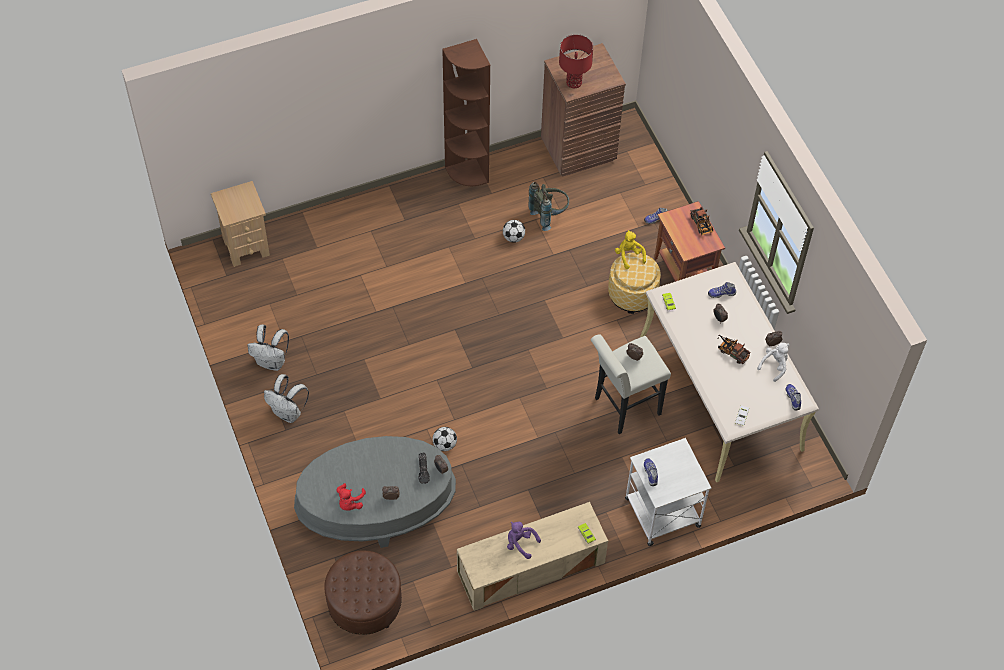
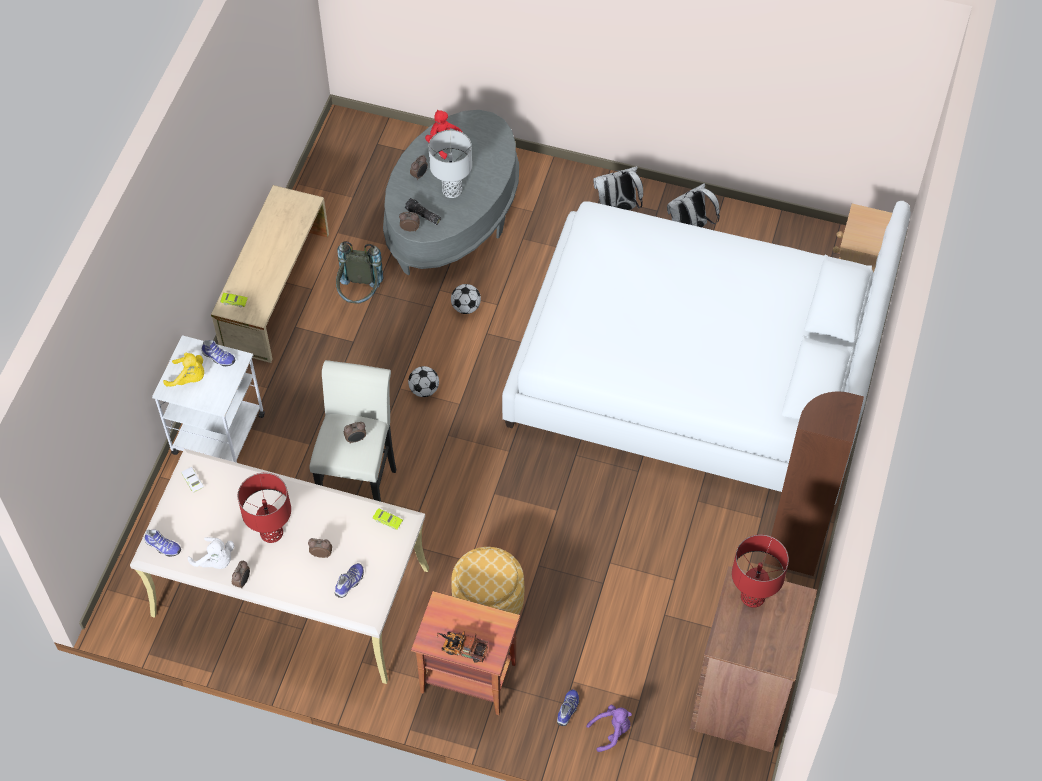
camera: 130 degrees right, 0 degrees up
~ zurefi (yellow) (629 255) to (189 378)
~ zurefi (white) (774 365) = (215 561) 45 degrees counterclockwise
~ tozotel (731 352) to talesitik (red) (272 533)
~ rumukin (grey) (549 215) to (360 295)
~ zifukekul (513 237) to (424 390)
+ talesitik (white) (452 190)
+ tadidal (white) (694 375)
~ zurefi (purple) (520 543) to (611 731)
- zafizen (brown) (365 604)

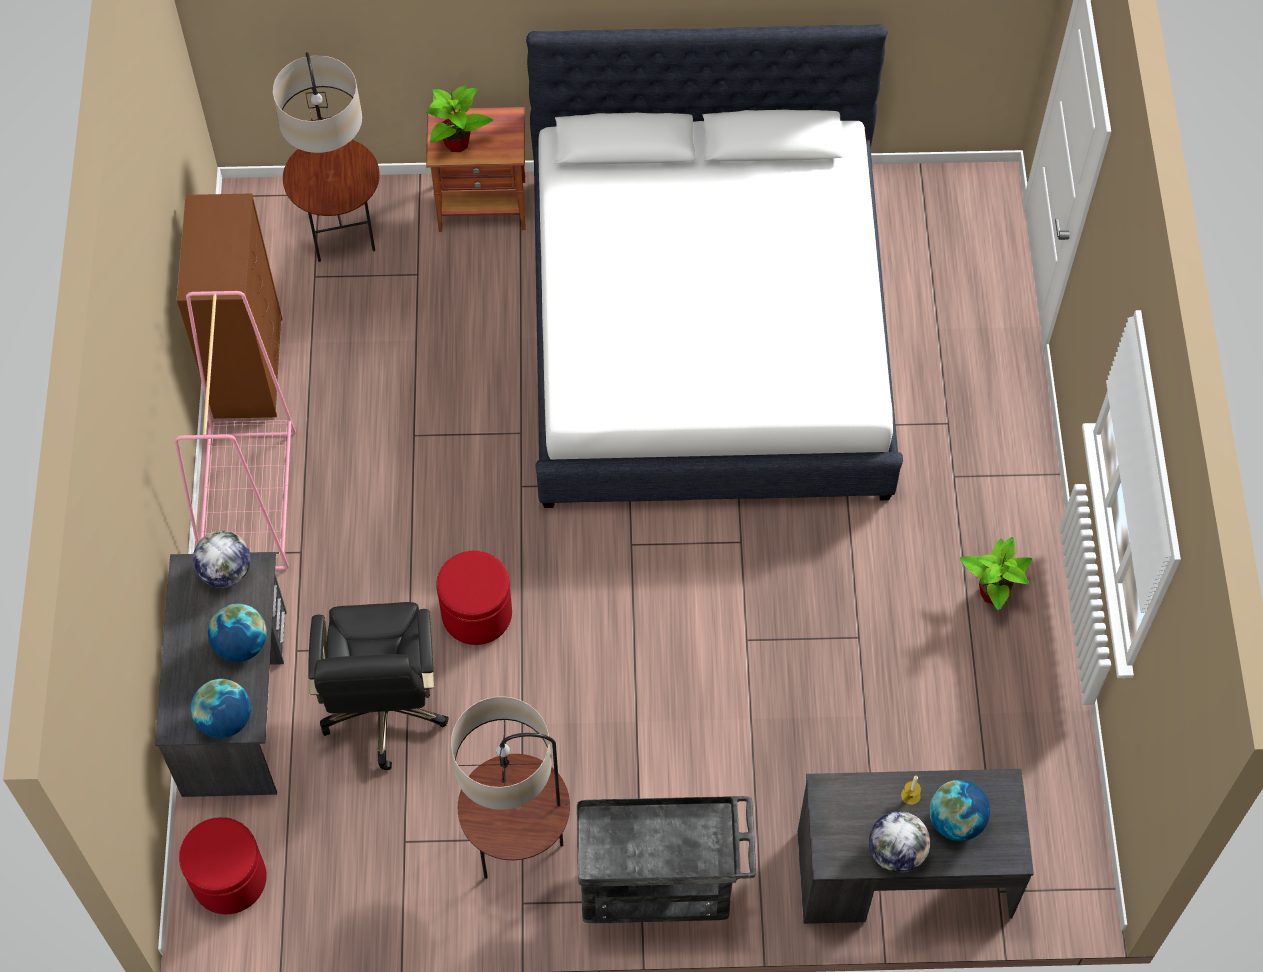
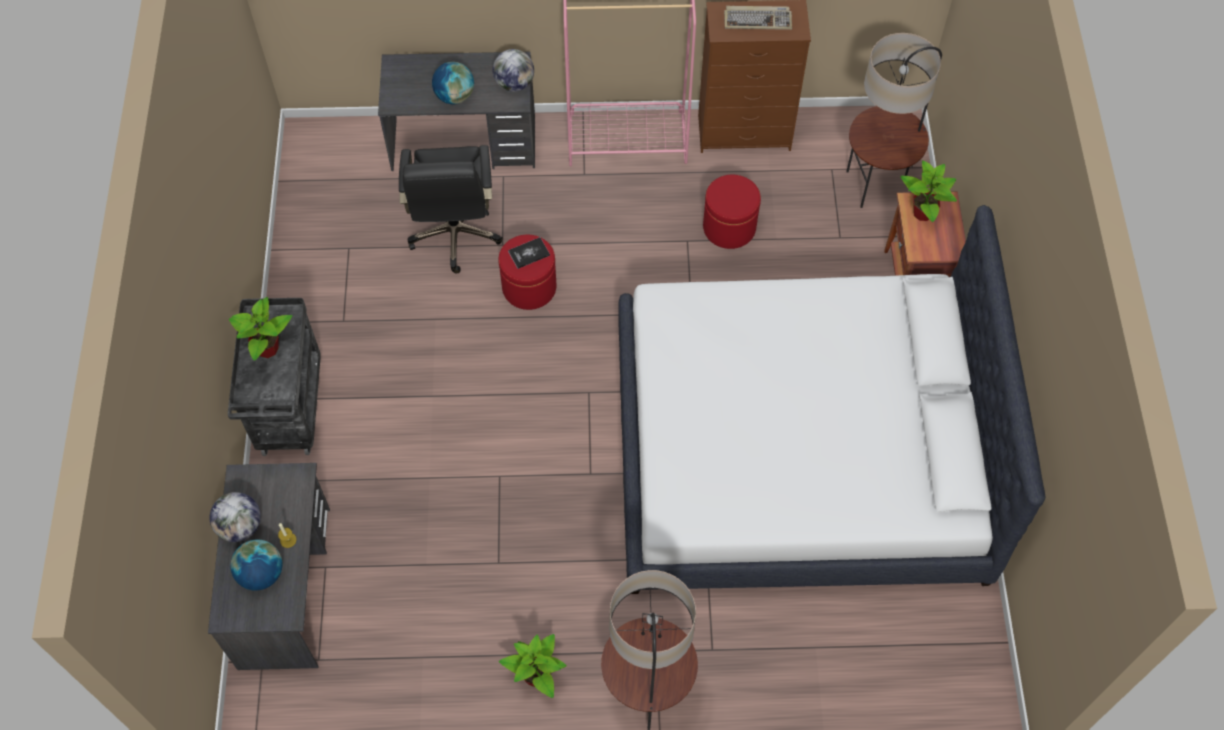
camera: 90 degrees right, 0 degrees up
+ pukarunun (267 348)
~ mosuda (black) (384 707) = (455 231) 90 degrees counterclockwise
+ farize (529 253)
~ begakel (518 846) to (647 692)
~ zafizen (red) (229 879) to (729 227)
+ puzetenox (758 19)
- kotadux (225 720)

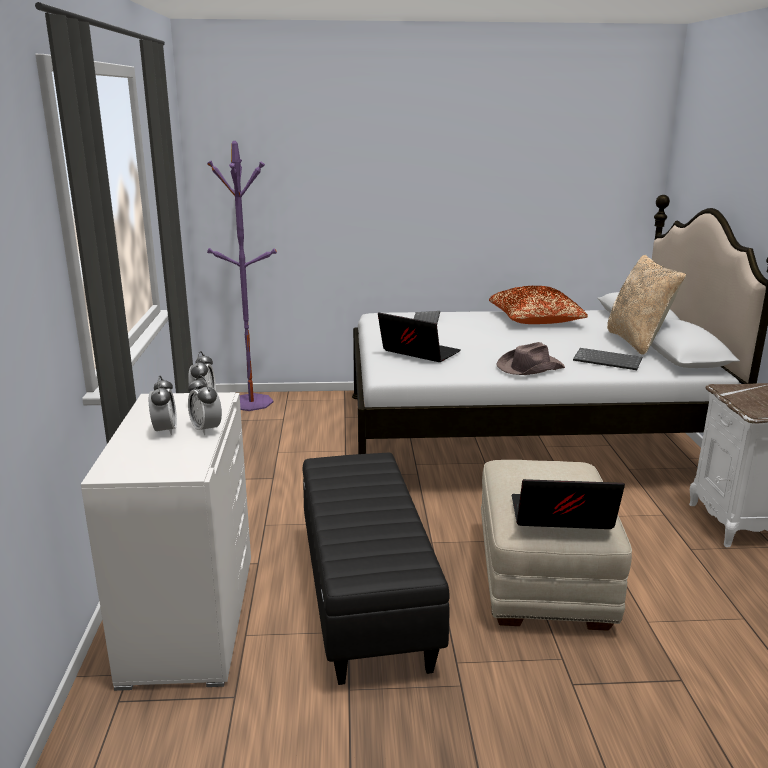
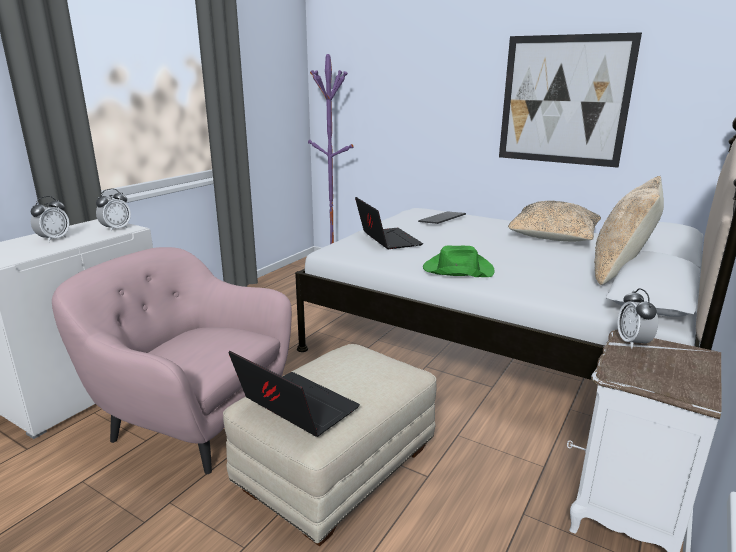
camera: 35 degrees right, 0 degrees up
~ zafizen (black) (364 597) to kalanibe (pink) (192 421)
~ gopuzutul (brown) (529 367) to gopuzutul (green) (457 270)
+ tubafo (563 100)
~ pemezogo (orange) (535 319) to pemezogo (beige) (553 235)
~ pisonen (206 429) to (632 342)
- puzetenox (608 360)

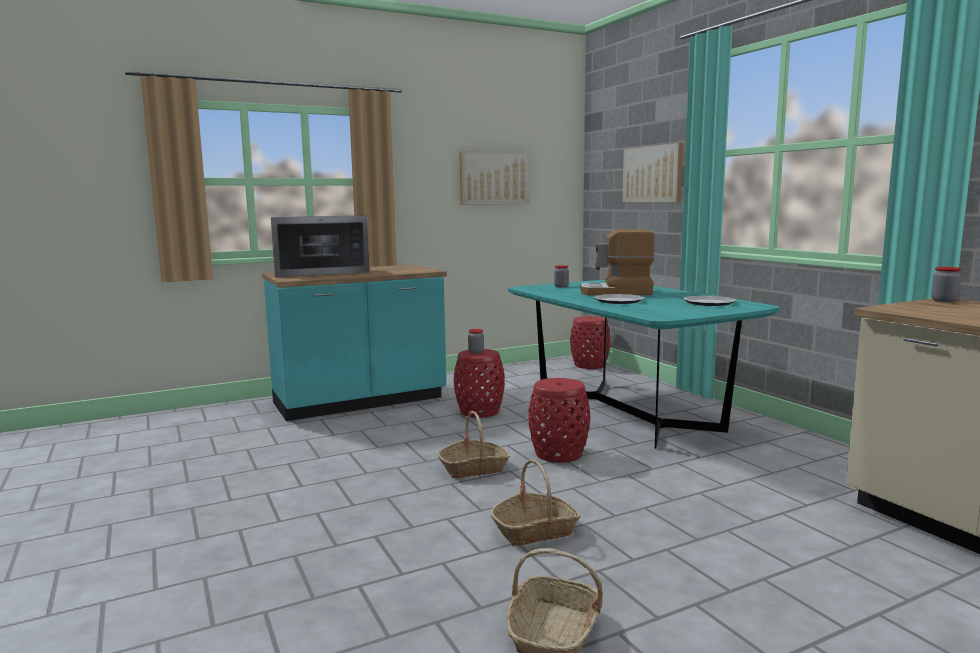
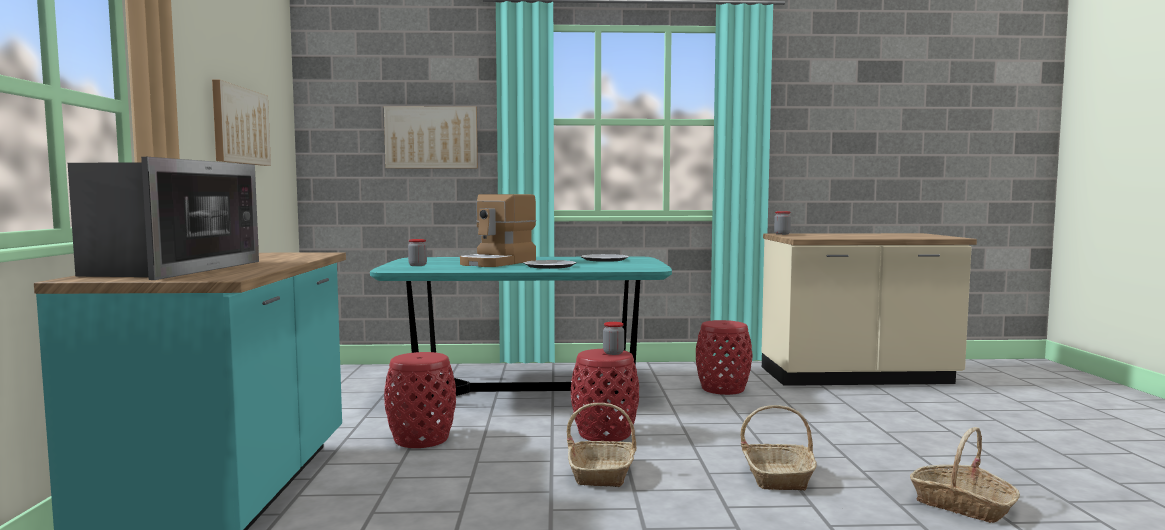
camera: 65 degrees left, 5 degrees down
~ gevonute (476 352) to (613 353)
~ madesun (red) (589 365) to (723 389)

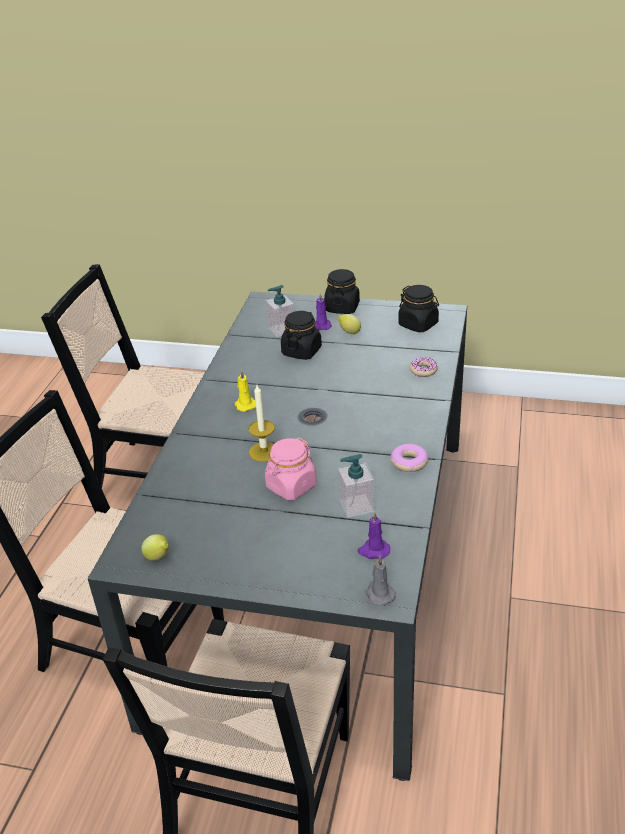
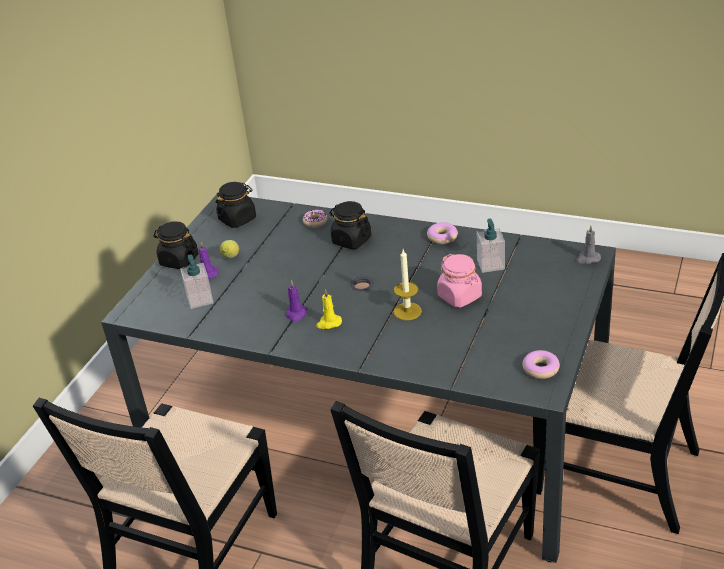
camera: 80 degrees left, 0 degrees up
~ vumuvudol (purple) (373 550) to (296 314)
~ gevonute (black) (301 351) to (351 240)
~ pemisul (158 557) to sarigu (541 369)

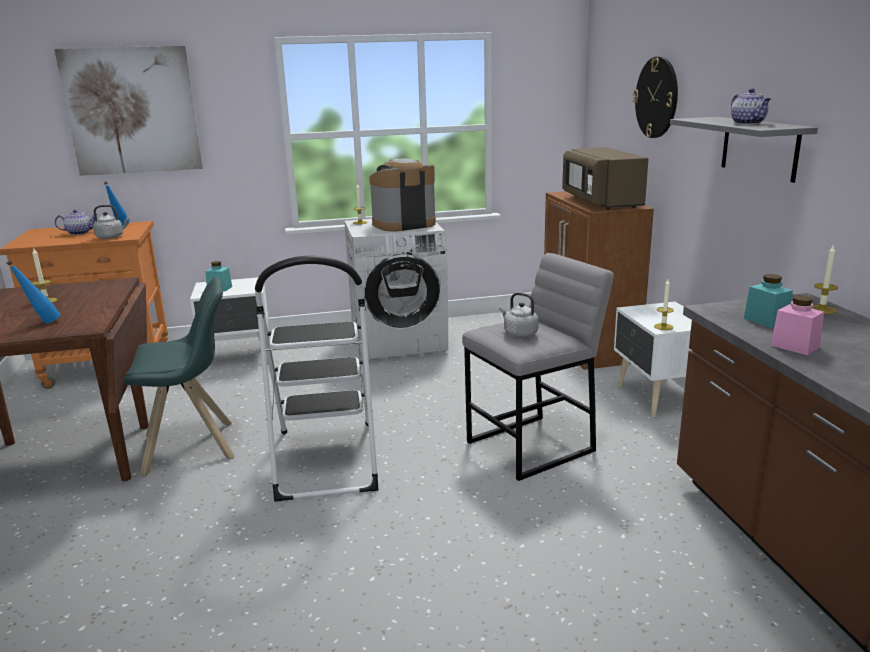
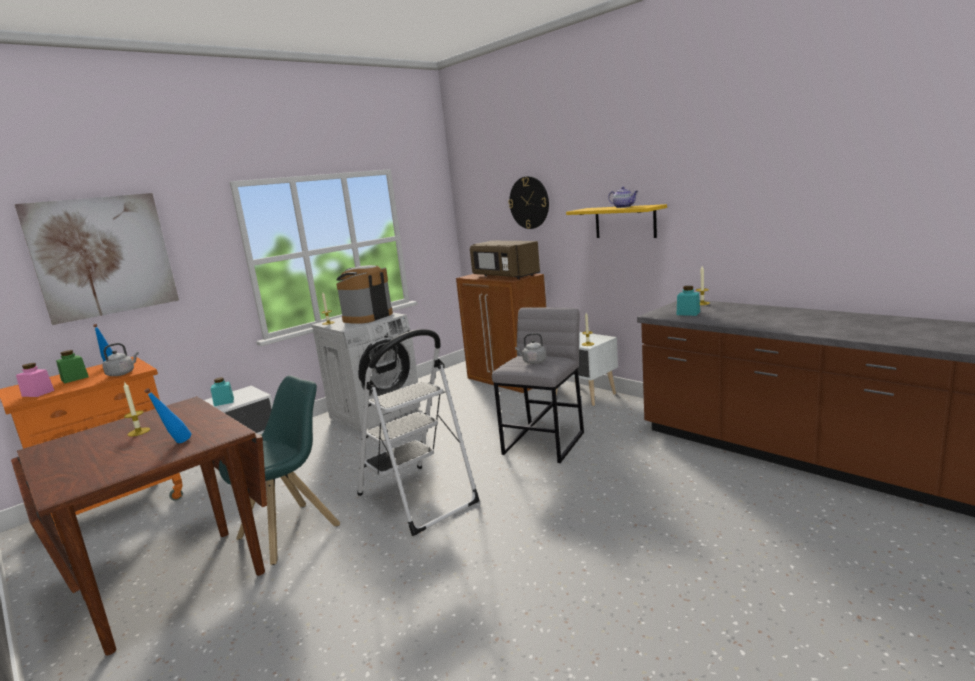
camera: 30 degrees left, 5 degrees down
~ gevonute (pink) (795 346) to (38 393)
~ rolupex (80 233) to gevonute (green) (75 378)
~ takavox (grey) (759 148) to takavox (yellow) (625 222)

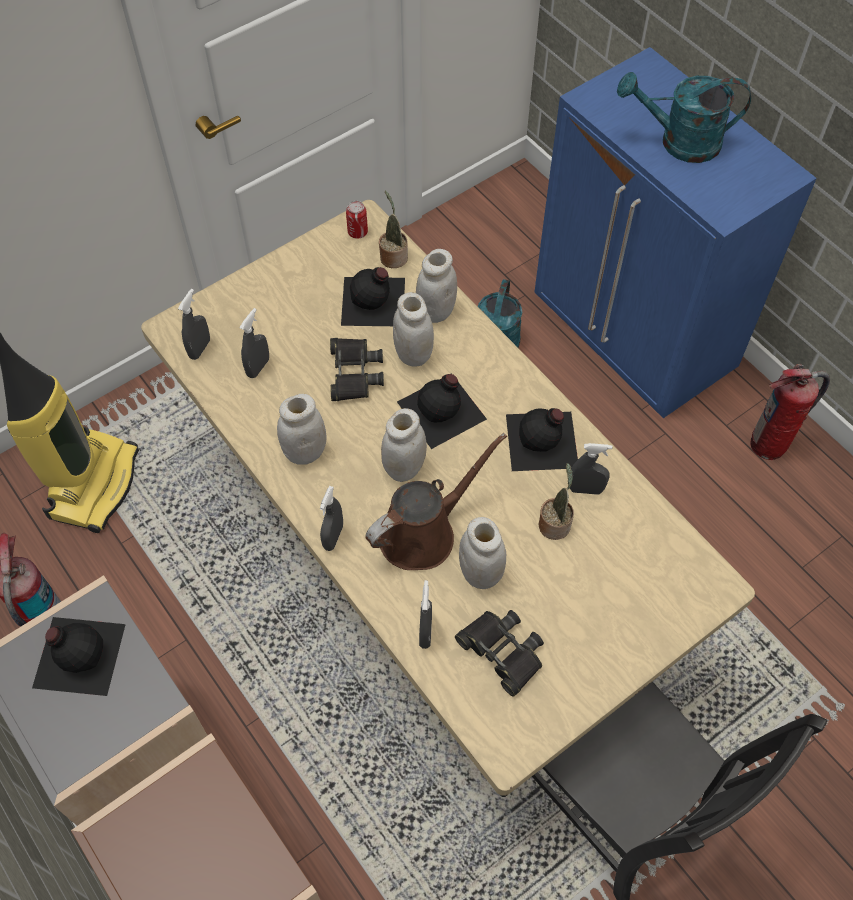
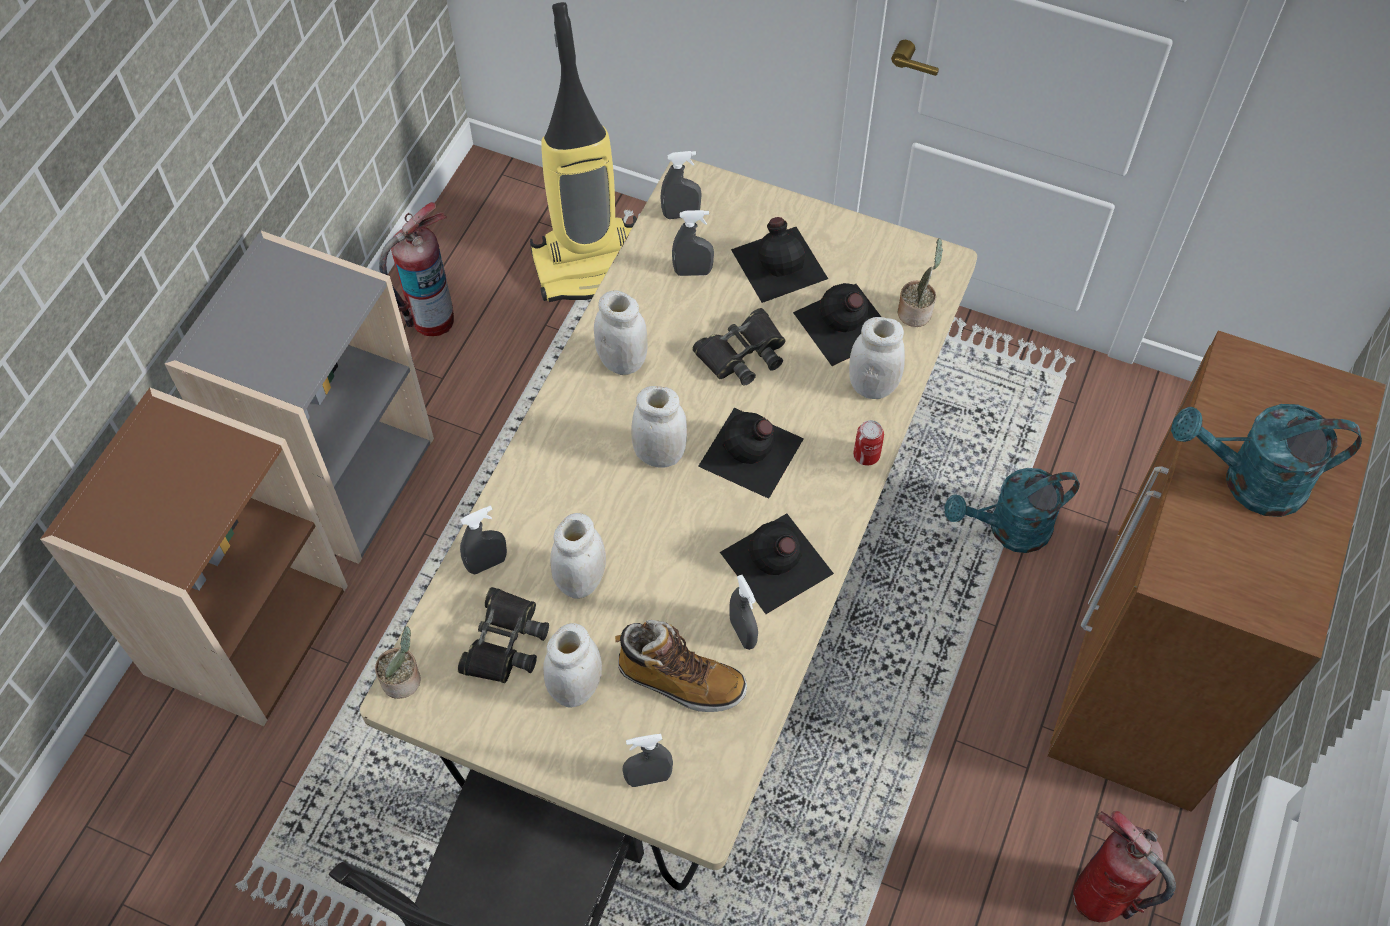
camera: 60 degrees right, 0 degrees up
~ pukarunun (555 523) to (404 679)
~ gevonute (white) (413 354) to (576 688)
+ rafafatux (680 680)
~ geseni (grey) (333 537) to (648 778)
~ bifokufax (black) (78 654) to (780 262)
~ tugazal (357 232) to (866 455)
~ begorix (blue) (635 329) to begorix (brown) (1153 665)
~ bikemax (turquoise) (679 142) = (1249 482) 60 degrees counterclockwise
- bikemax (brown) (423 532)

